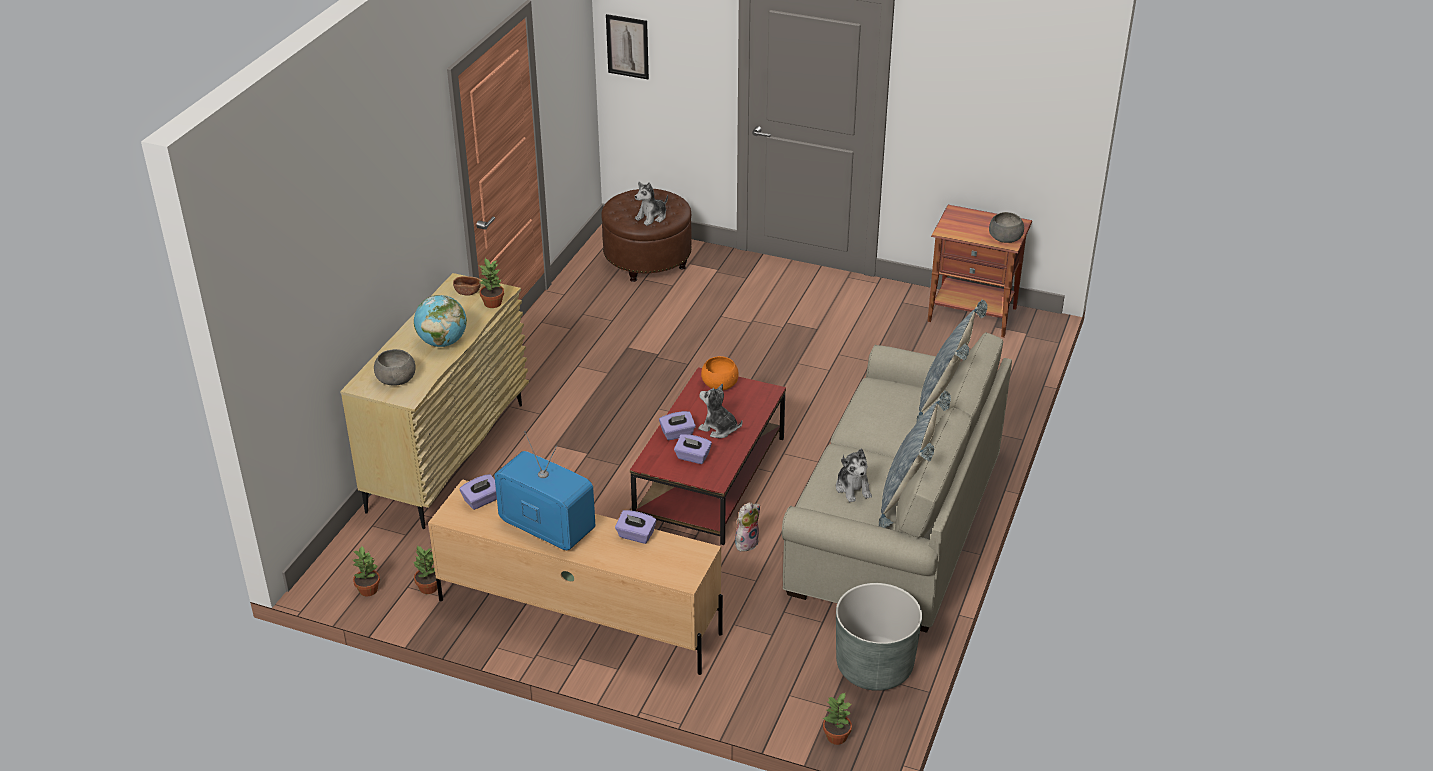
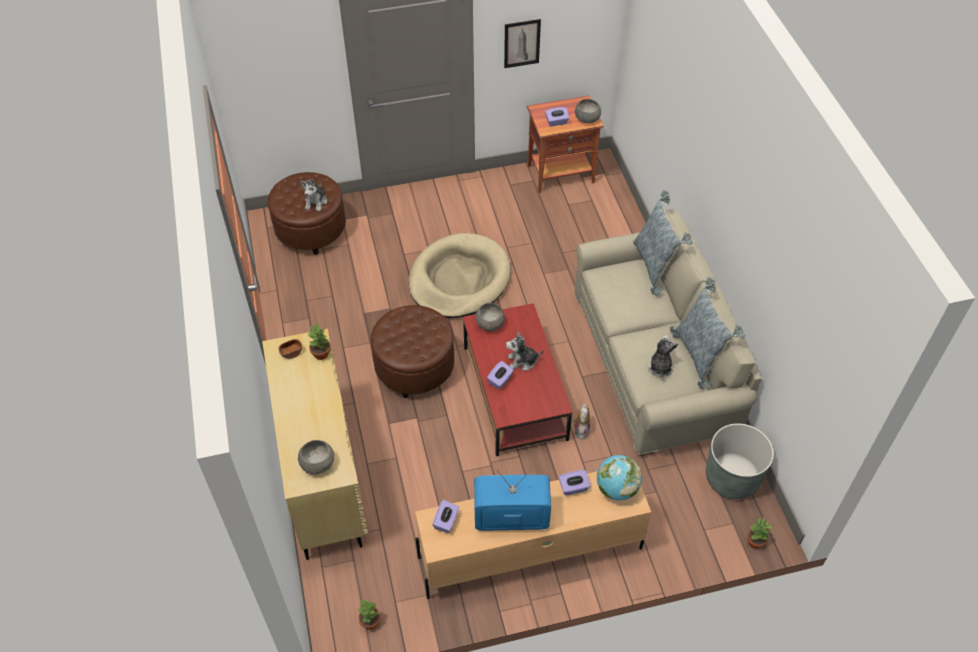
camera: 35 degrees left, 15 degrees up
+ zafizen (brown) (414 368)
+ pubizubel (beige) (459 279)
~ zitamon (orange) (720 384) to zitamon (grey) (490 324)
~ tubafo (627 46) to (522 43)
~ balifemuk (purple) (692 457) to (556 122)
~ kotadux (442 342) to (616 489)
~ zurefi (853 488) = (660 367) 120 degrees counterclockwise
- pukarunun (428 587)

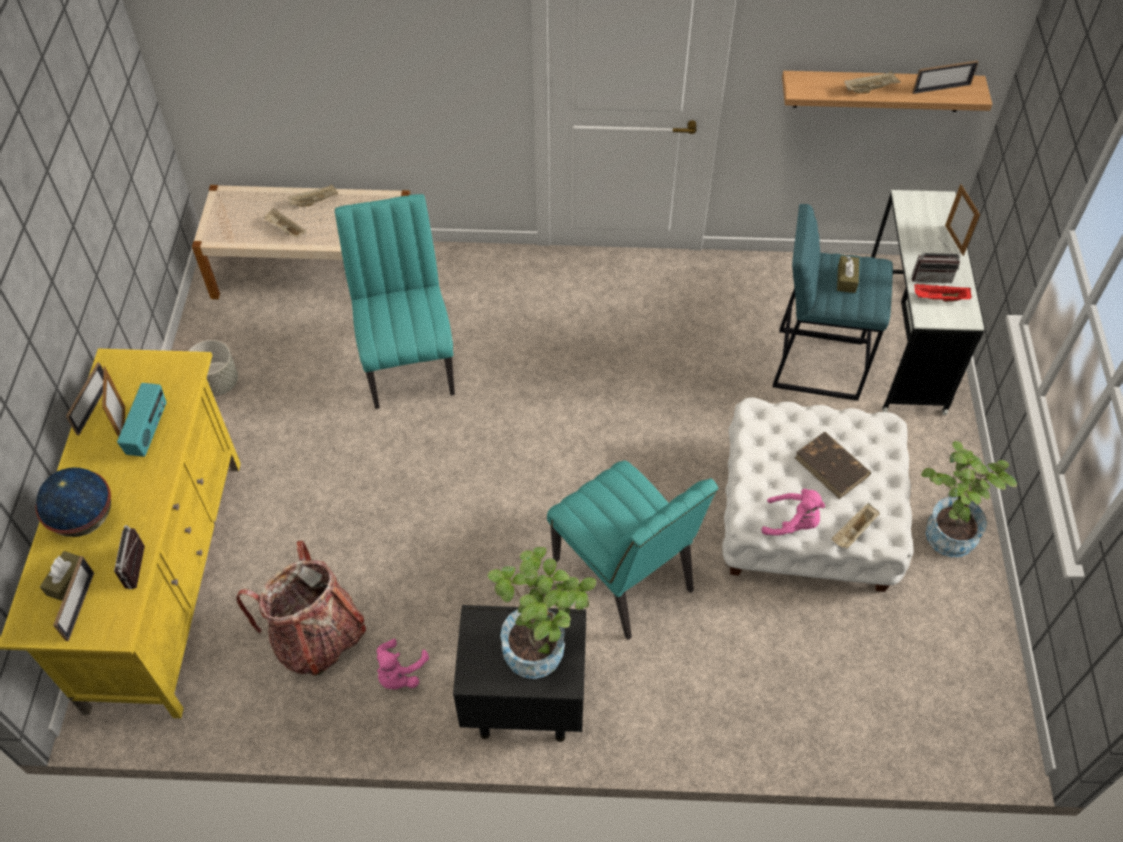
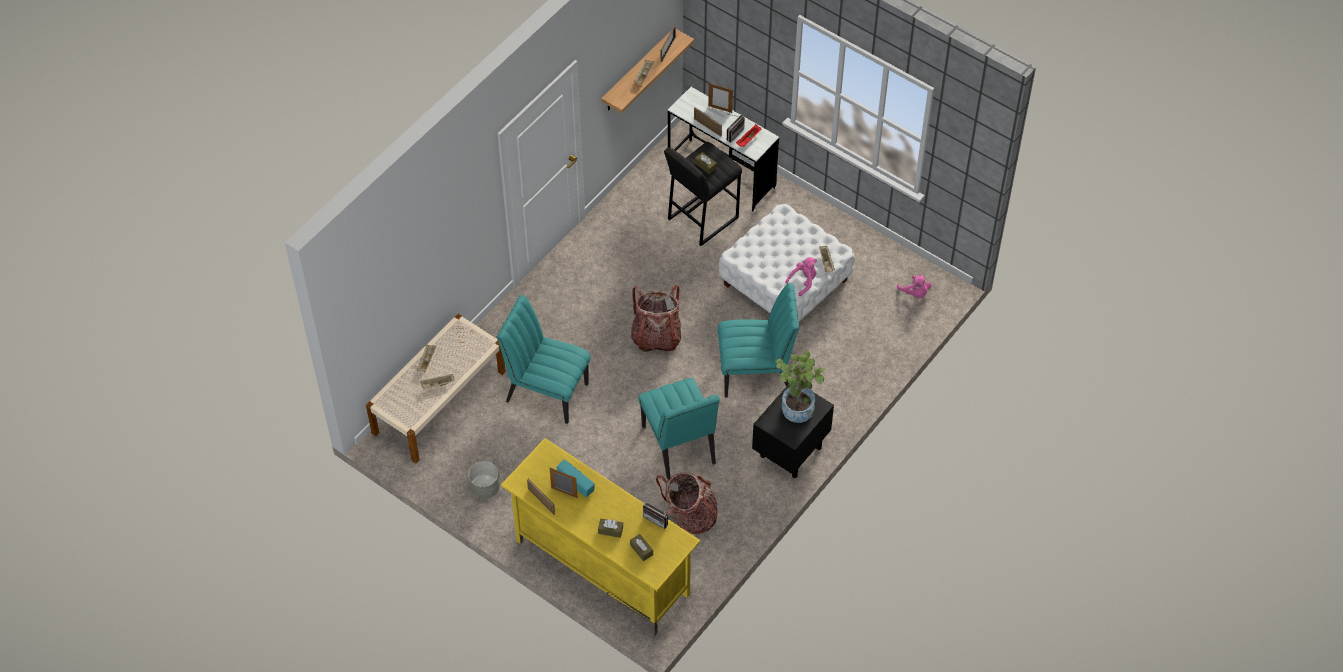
camera: 55 degrees left, 0 degrees up
~ kotadux (84 519) to balifemuk (brown) (610 530)
+ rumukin (656 336)
+ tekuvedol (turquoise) (678 444)
~ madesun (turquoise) (814 363) to madesun (black) (701 219)
~ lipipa (80 606) to (707 127)
~ zurefi (pink) (399 674) to (915 293)
- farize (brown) (832 467)
- pukarunun (945 529)

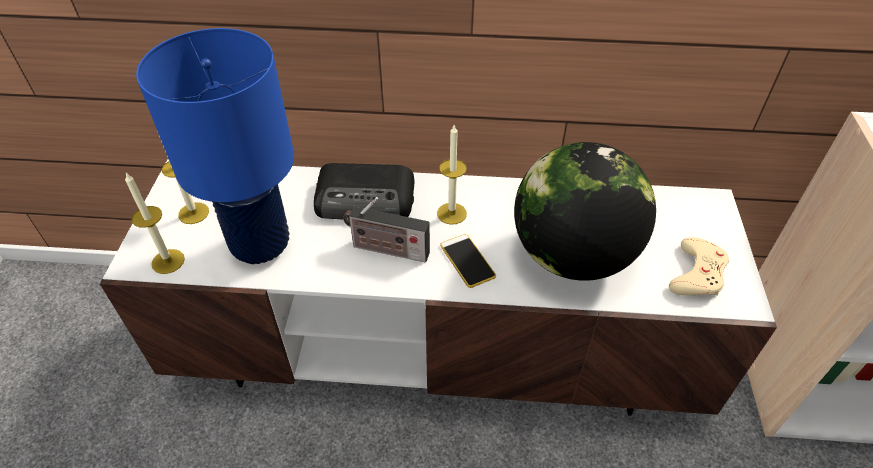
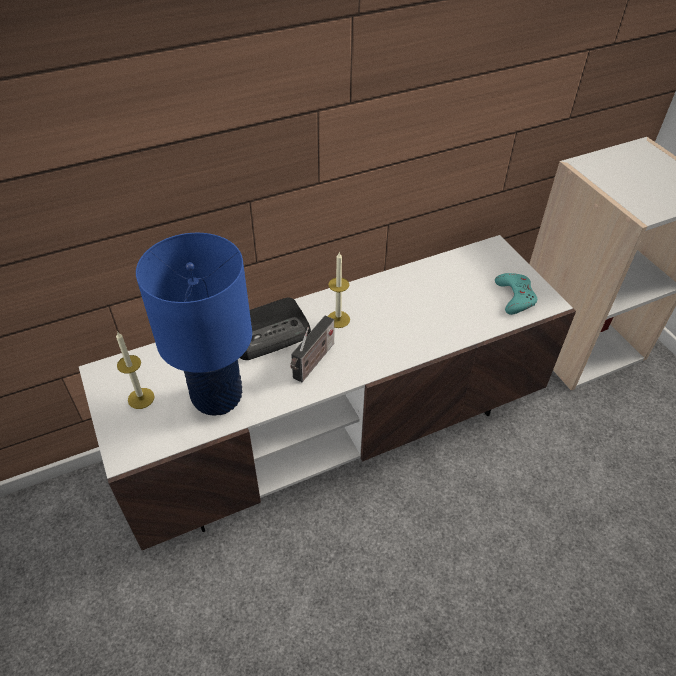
camera: 30 degrees left, 0 degrees up
~ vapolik (387 250) = (313 363) 45 degrees counterclockwise
~ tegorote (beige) (697 273) to tegorote (turquoise) (515 297)
- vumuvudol (168 261)
- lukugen (467 261)
- kotadux (572 256)

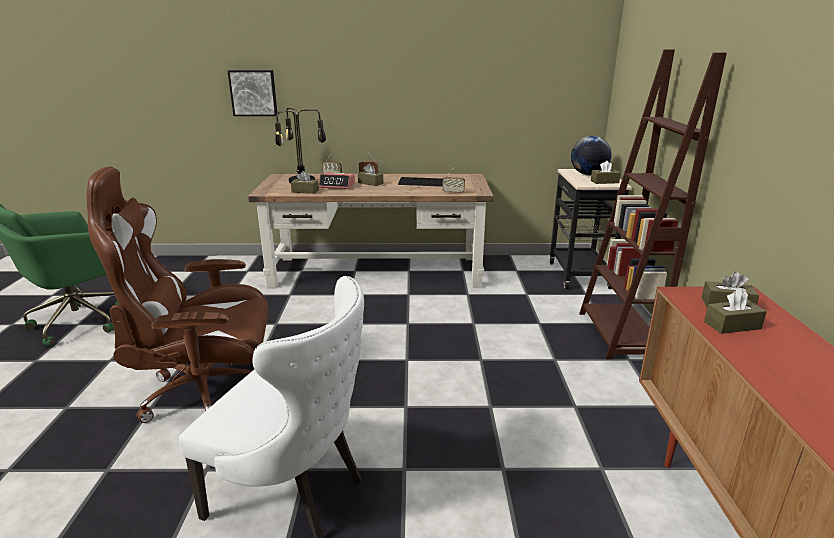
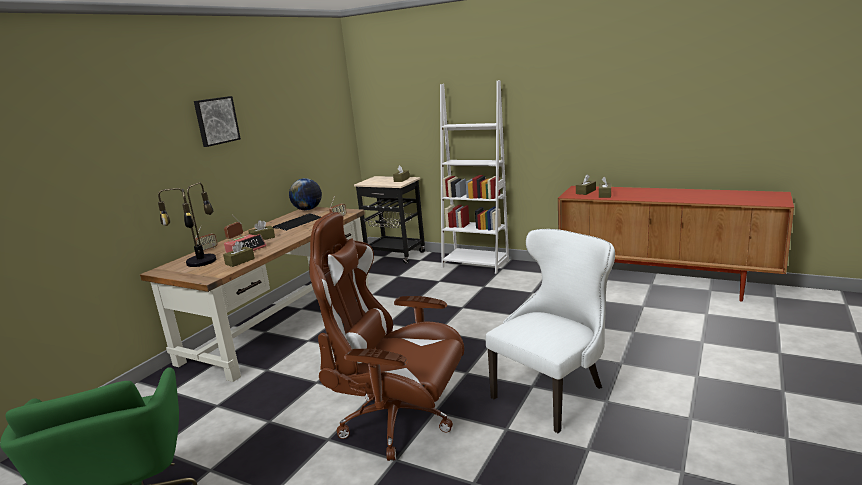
camera: 60 degrees left, 5 degrees down
~ tubafo (253 93) to (216 121)
~ kotadux (588 175) to (308 209)
~ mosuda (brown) (211 393) = (403 423) 90 degrees clockwise
~ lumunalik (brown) (618 334) to lumunalik (white) (475 264)

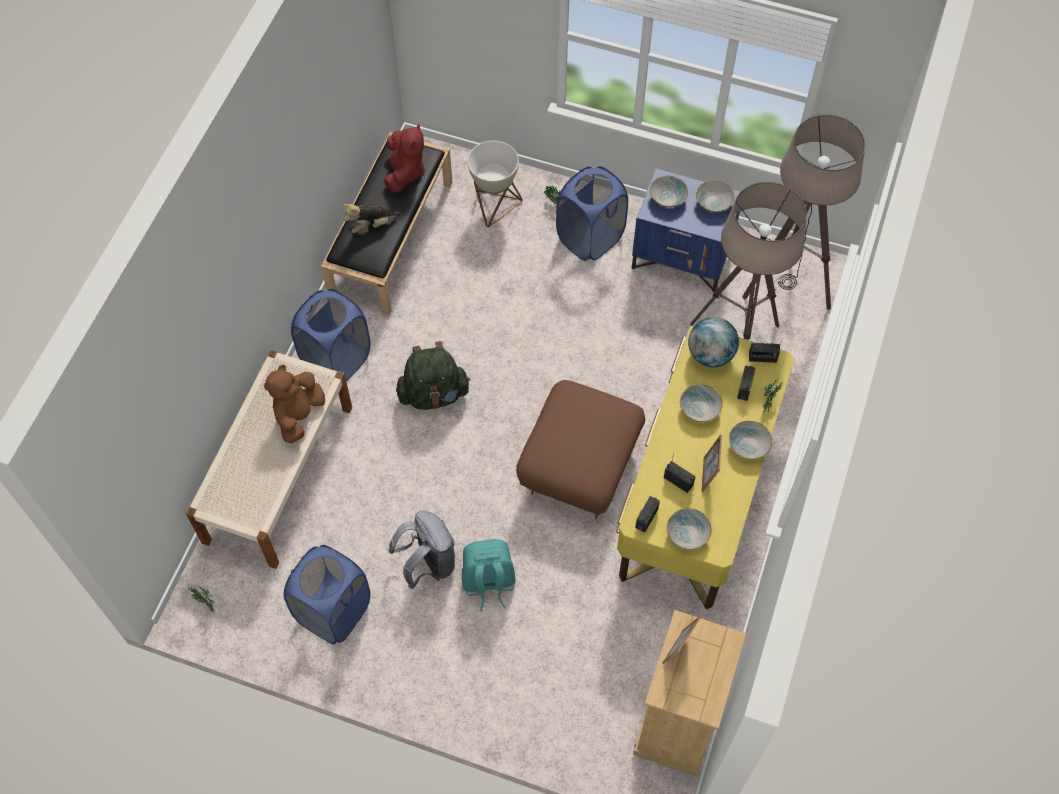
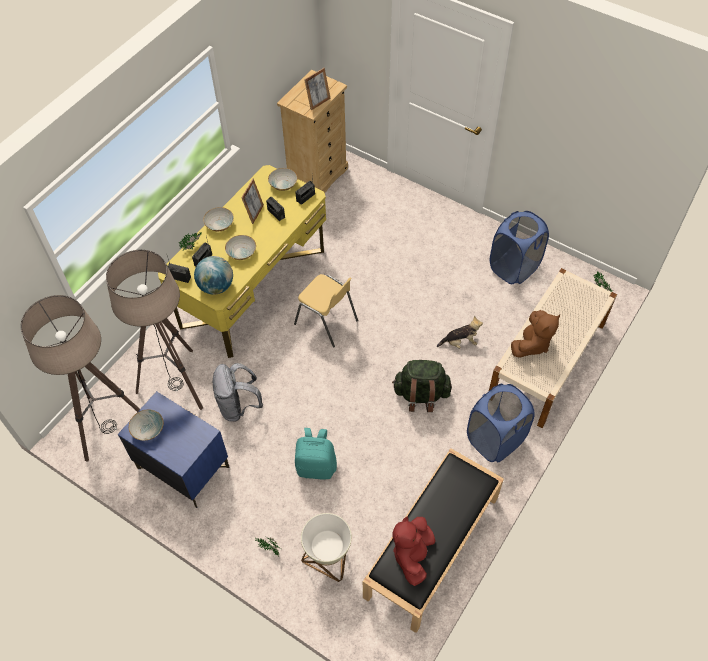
camera: 165 degrees left, 5 degrees down
~ rumukin (grey) (428 563) to (238 406)
~ zafizen (brown) (579 465) to tekuvedol (yellow) (326 322)
~ rumukin (turquoise) (488 583) to (316 466)
~ zurefi (371 225) to (460 342)
- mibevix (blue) (590 238)
- zitamon (668 198)

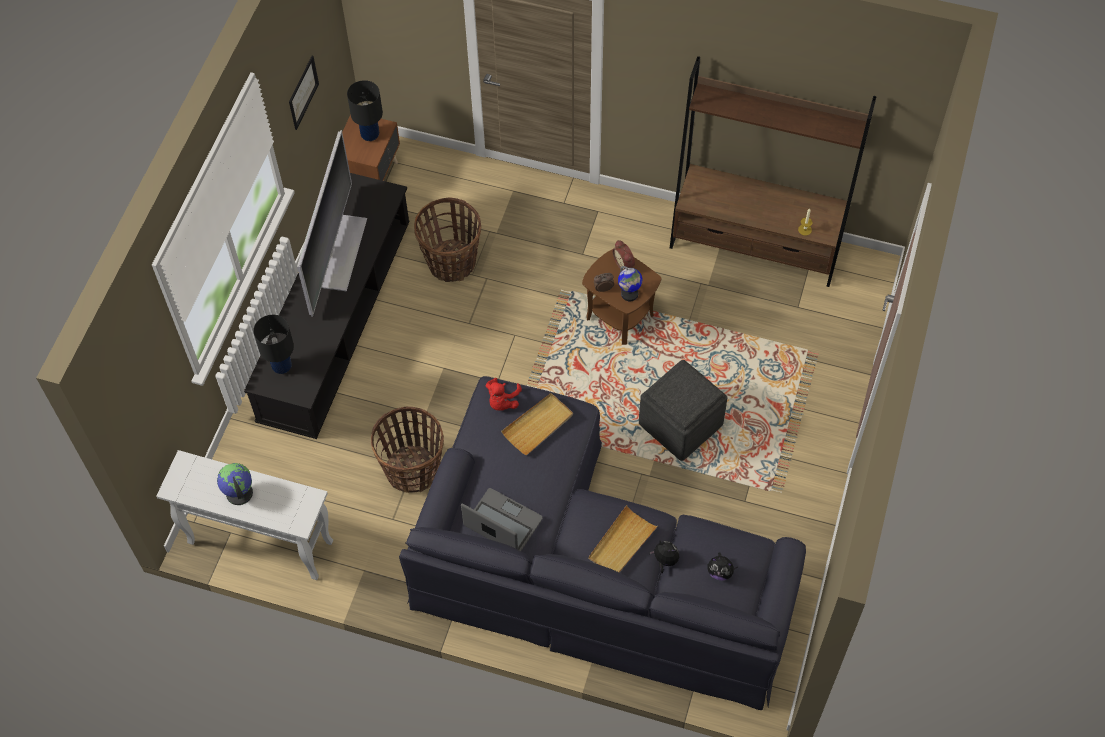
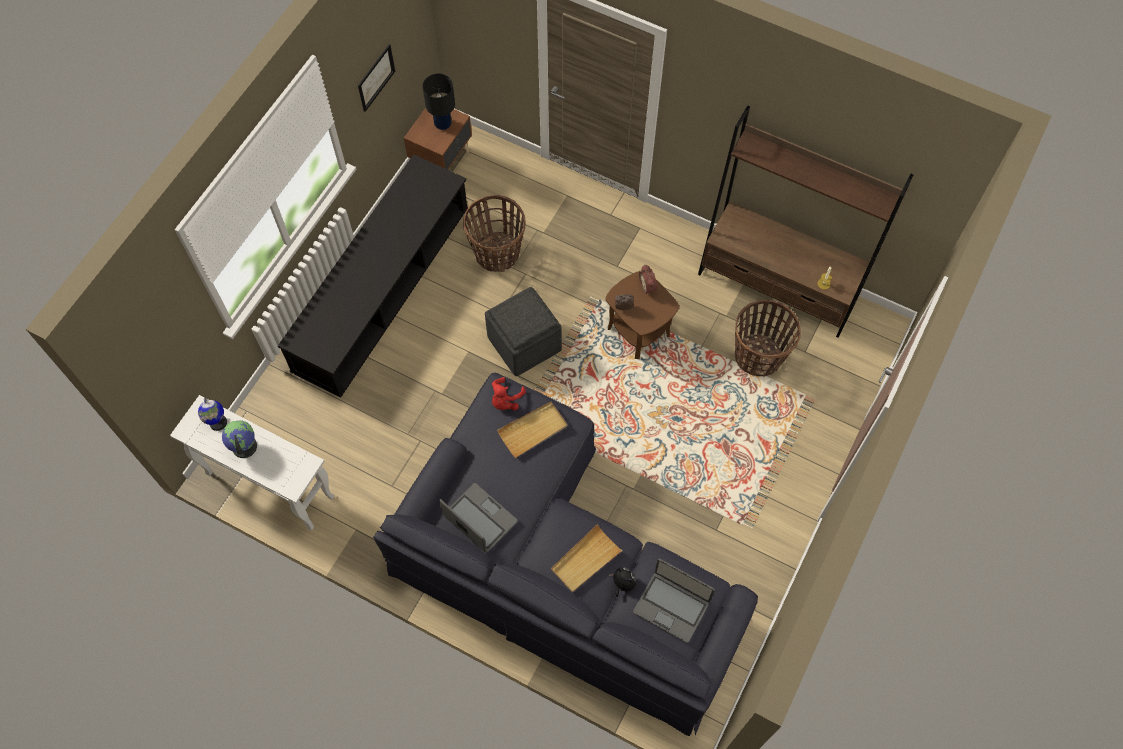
camera: 10 degrees right, 5 degrees up
~ kotadux (629 294) to (218 423)
~ zafizen (grey) (680 423) to (524 342)
~ zurefi (720 572) to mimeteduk (671 606)
~ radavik (412 470) to (758 356)
- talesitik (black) (282 367)
- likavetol (341 252)

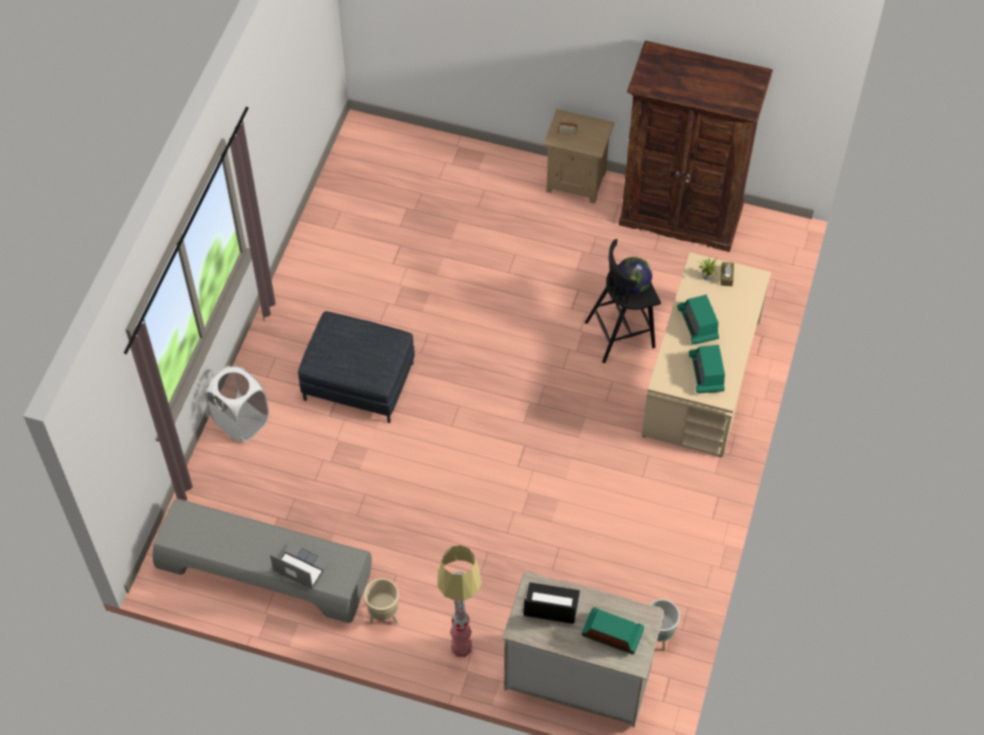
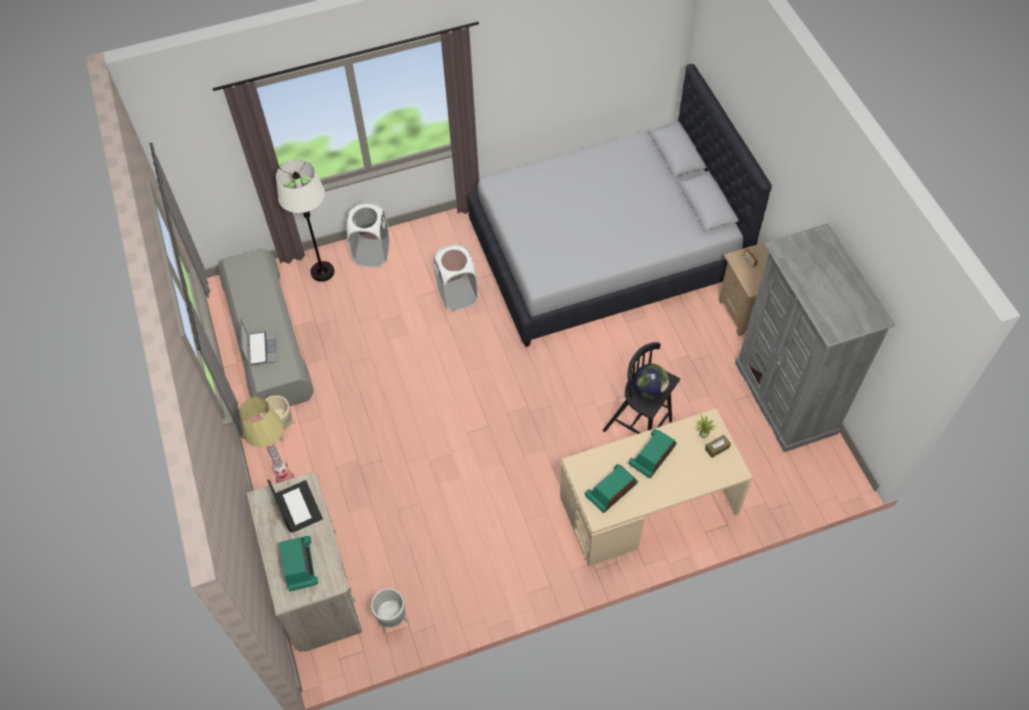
camera: 55 degrees right, 0 degrees up
+ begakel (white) (322 271)
~ zafizen (grey) (359 381) to mibevix (white) (457 295)
+ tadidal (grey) (606 251)
~ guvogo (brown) (681 215) to guvogo (grey) (784 398)

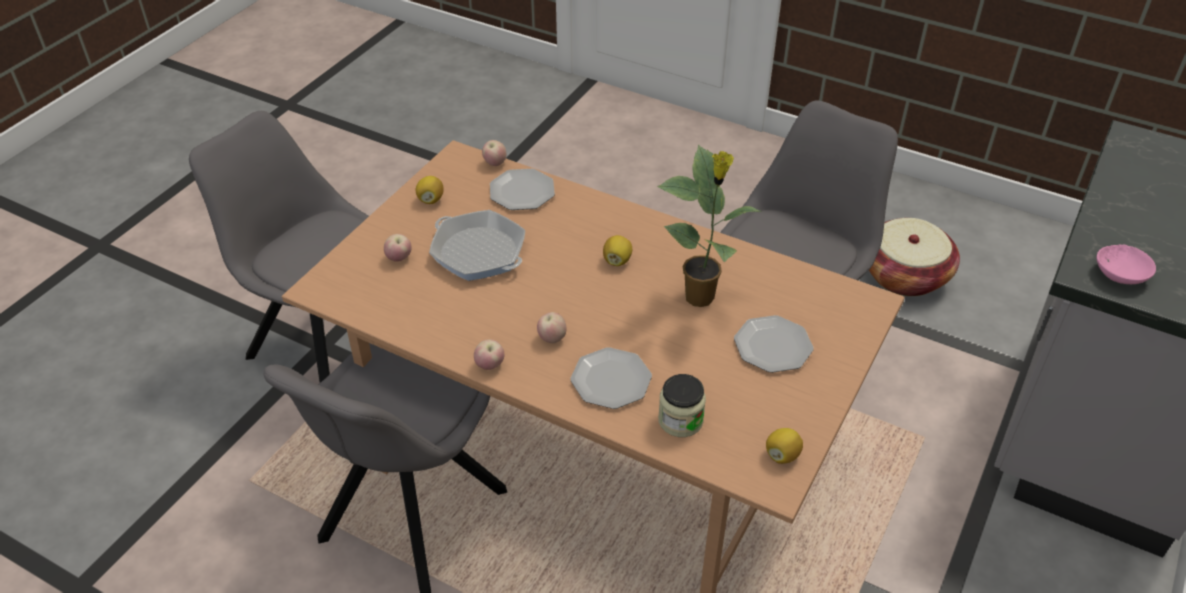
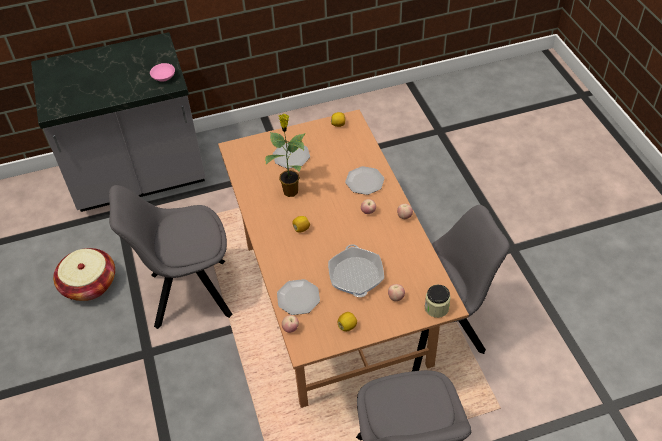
camera: 135 degrees left, 5 degrees up
~ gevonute (680 420) to (436 308)

